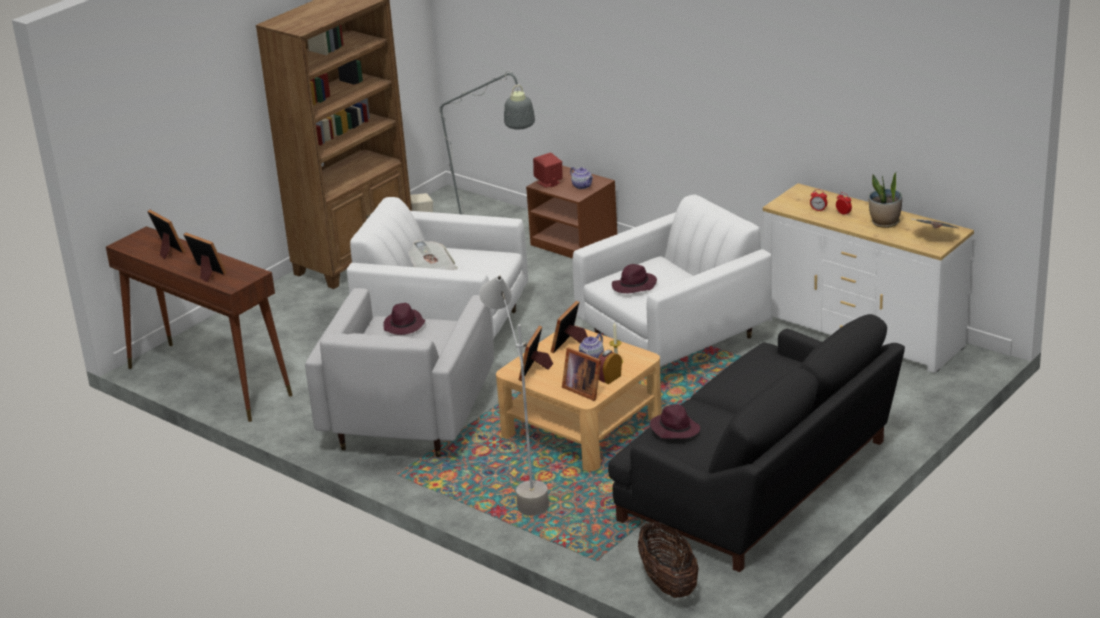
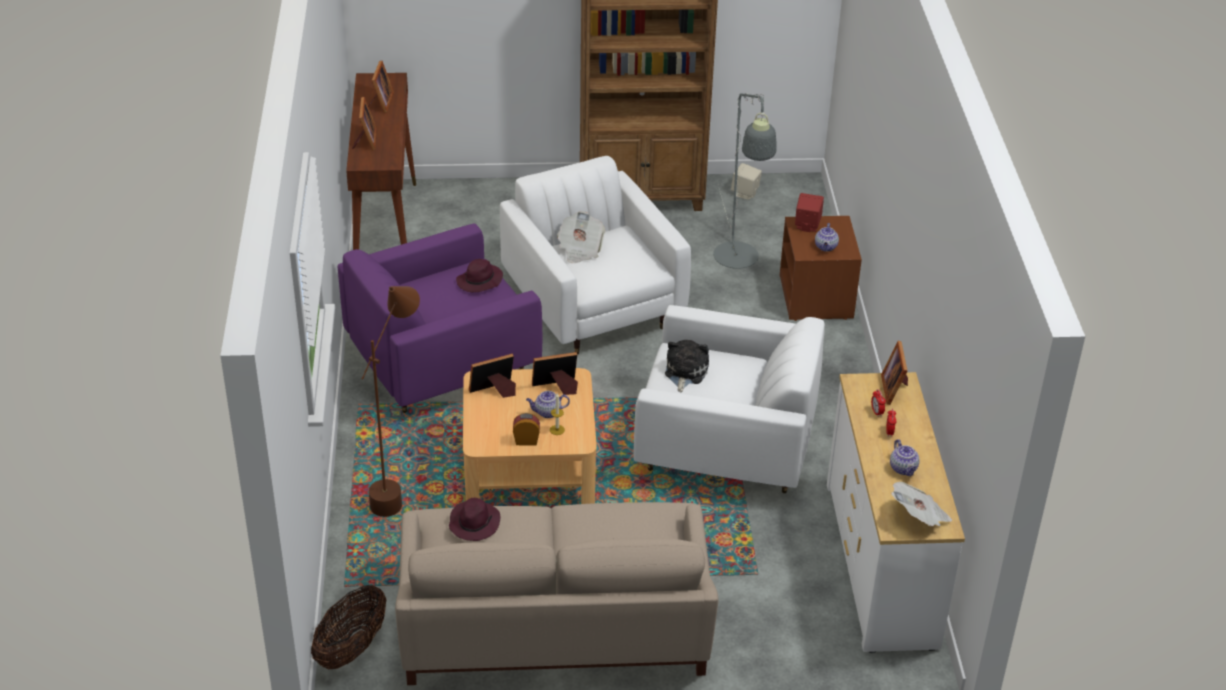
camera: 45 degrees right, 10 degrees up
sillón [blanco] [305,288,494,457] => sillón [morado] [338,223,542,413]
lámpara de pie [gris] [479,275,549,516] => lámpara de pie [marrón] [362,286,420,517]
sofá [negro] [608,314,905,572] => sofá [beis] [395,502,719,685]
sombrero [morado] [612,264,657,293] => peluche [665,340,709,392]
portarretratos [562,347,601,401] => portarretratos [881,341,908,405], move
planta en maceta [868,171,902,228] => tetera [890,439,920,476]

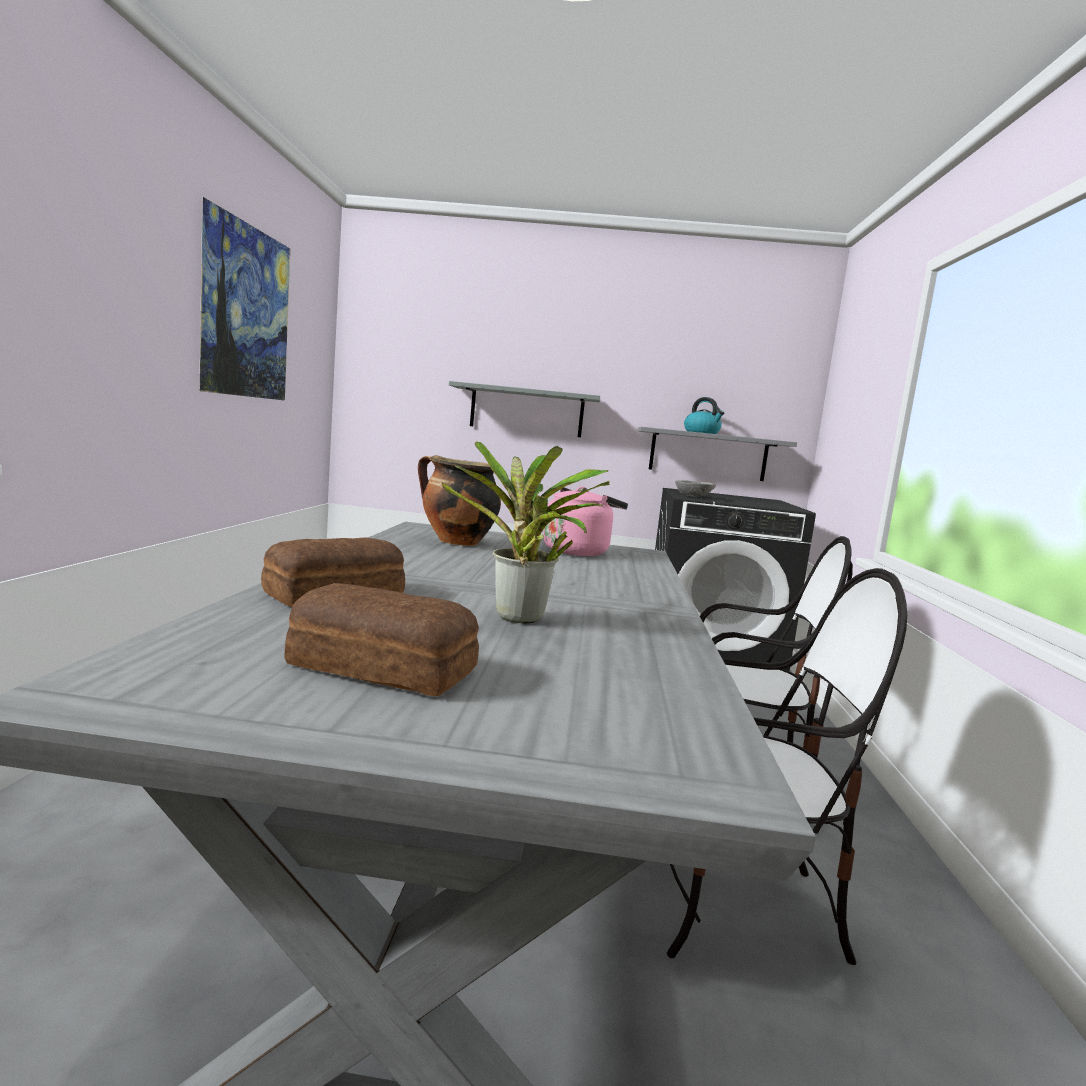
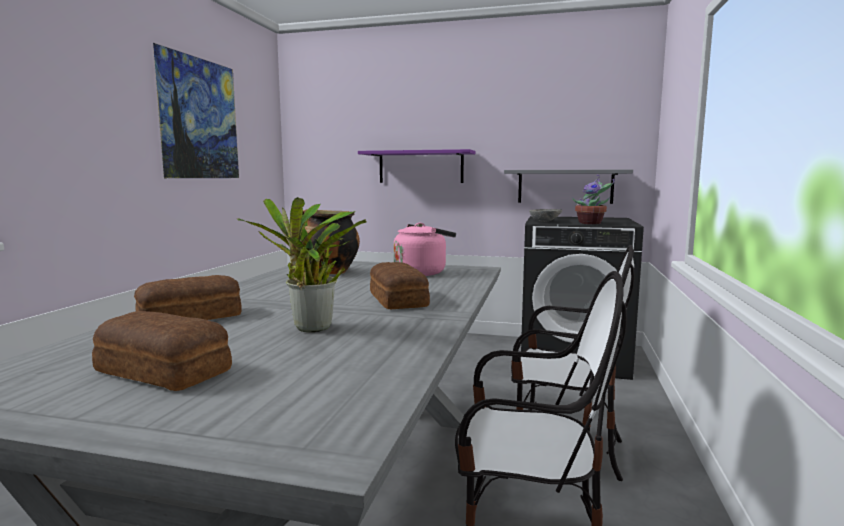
camera: 10 degrees right, 0 degrees up
estante [gris] [449,381,600,437] => estante [morado] [358,149,475,183]
nothing => pan [370,262,430,309]
nothing => planta en maceta [572,175,614,225]
hervidor [684,397,724,434] => nothing

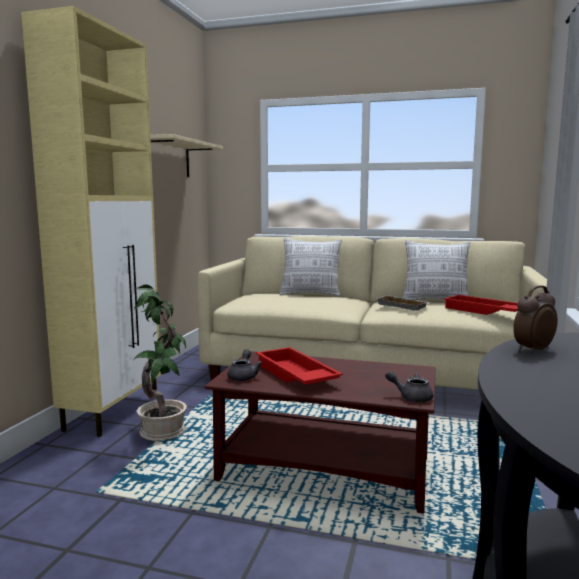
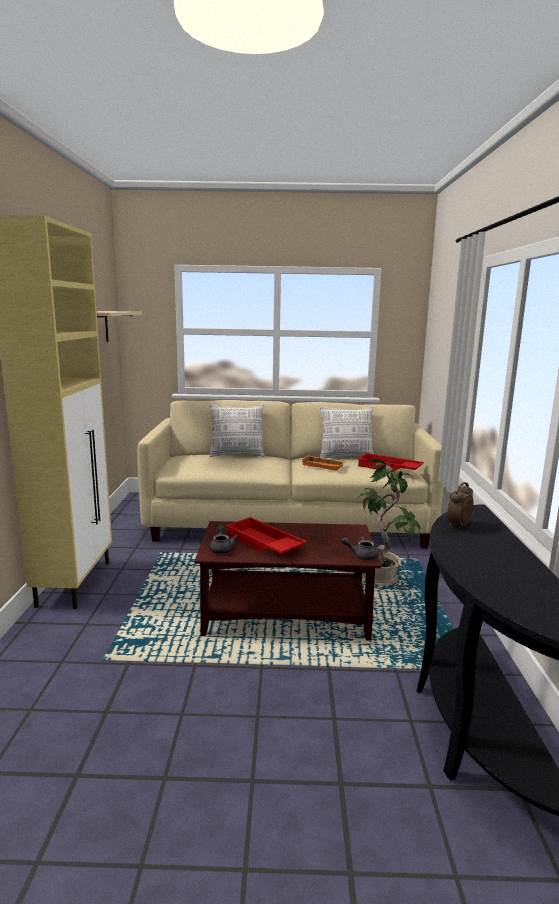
camera: 15 degrees left, 5 degrees up
bandeja [gris] [375,295,429,311] => bandeja [naranja] [301,455,345,471]
planta en maceta [133,285,187,441] => planta en maceta [358,459,420,585], move

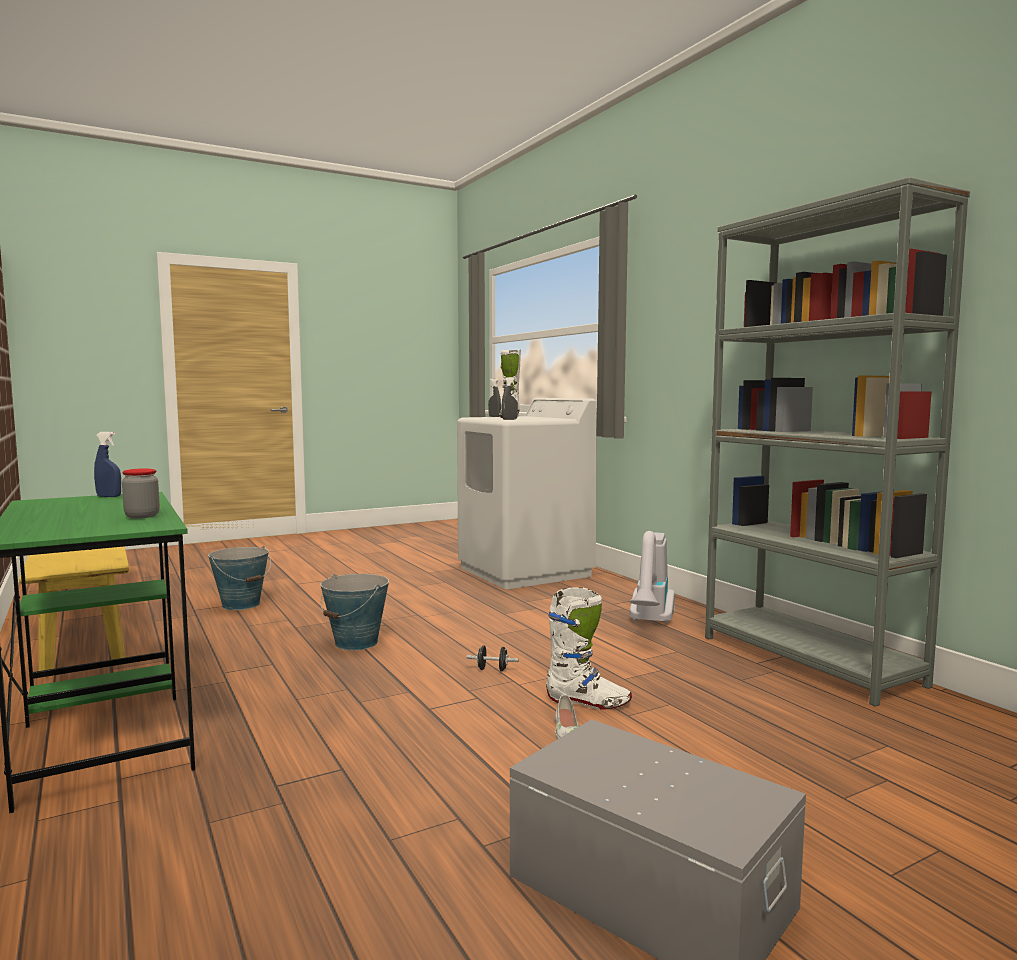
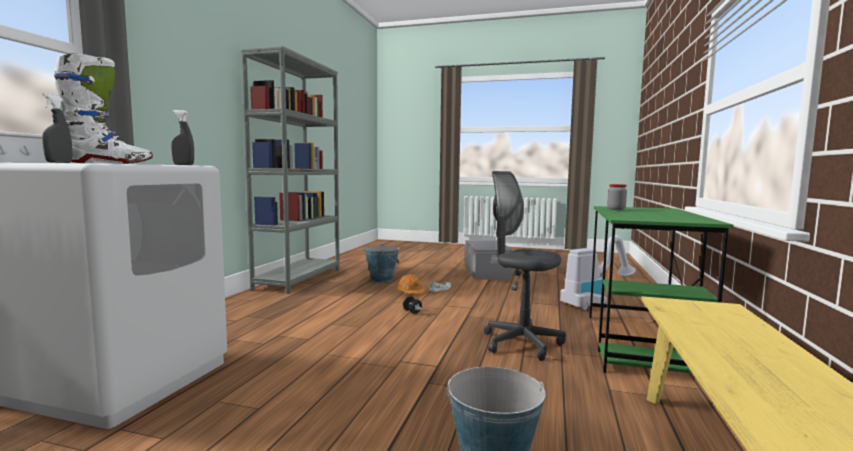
camera: 135 degrees left, 0 degrees up
cubo [320,574,389,650] => cubo [365,244,399,283], move
bota [blanco] [546,587,632,710] => casco [naranja] [397,274,425,294]
nothing => silla de oficina [gris] [484,171,566,361]
aspiradora [630,531,675,624] => aspiradora [560,235,636,310], move
pulverizador [azul] [94,432,121,497] => nothing

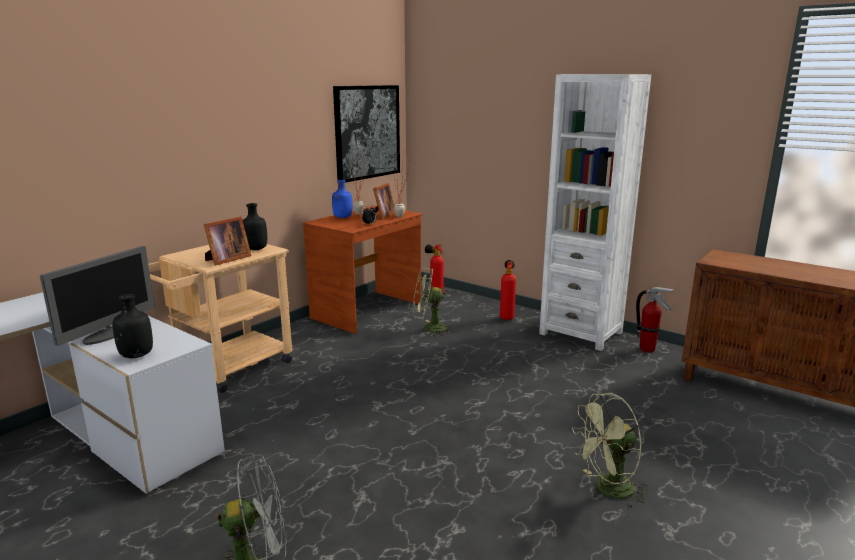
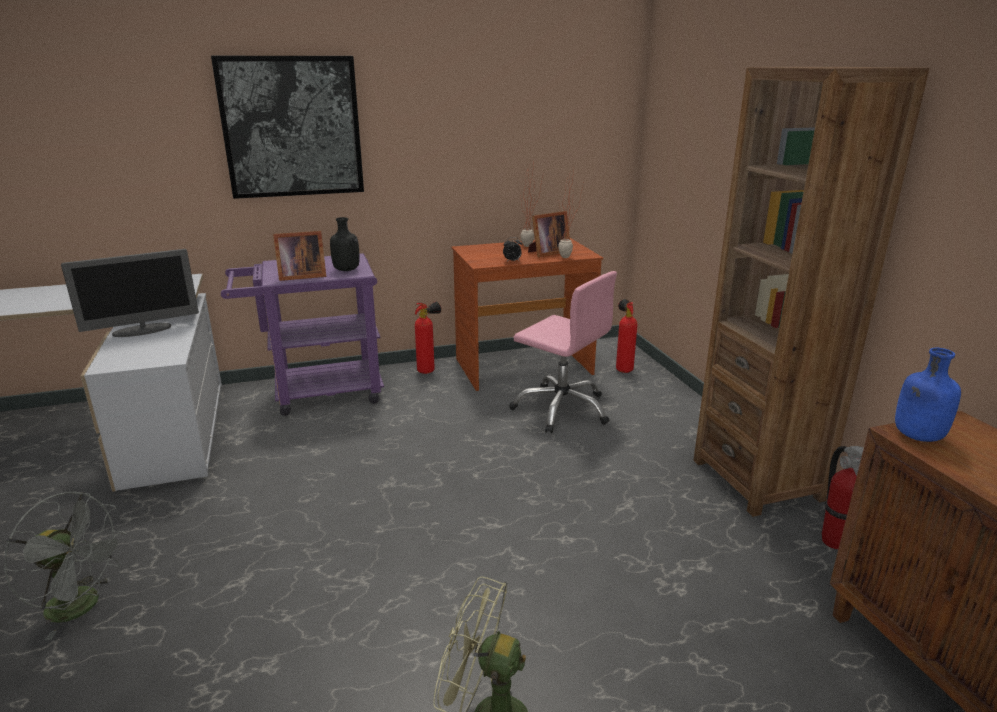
camera: 35 degrees right, 5 degrees up
cuadro [333,85,400,183] => cuadro [211,56,364,199], move
carrito [beis] [148,244,293,393] => carrito [morado] [221,253,384,416]
extintor [500,260,516,320] => extintor [415,302,441,374], move
ventilador [verde] [413,268,454,336] => silla de oficina [rosa] [509,271,617,433]
estantería [blanco] [539,74,651,351] => estantería [marrón] [693,67,929,517]
botella [azul] [332,180,352,218] => botella [azul] [895,348,961,442], move
botella [negro] [112,294,153,358] => nothing

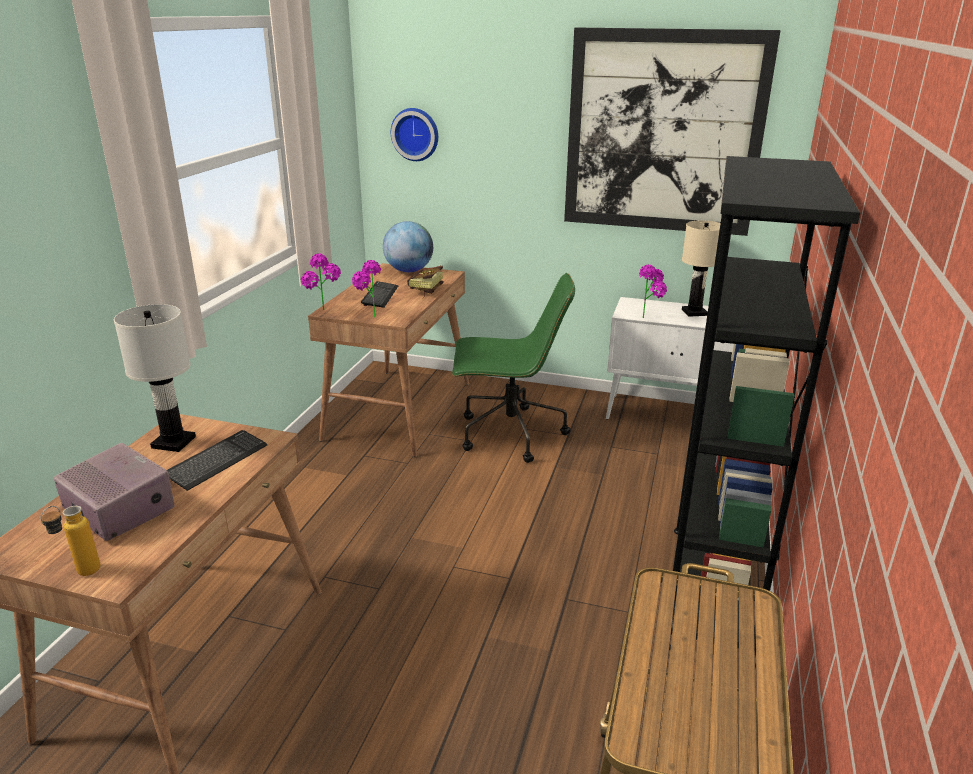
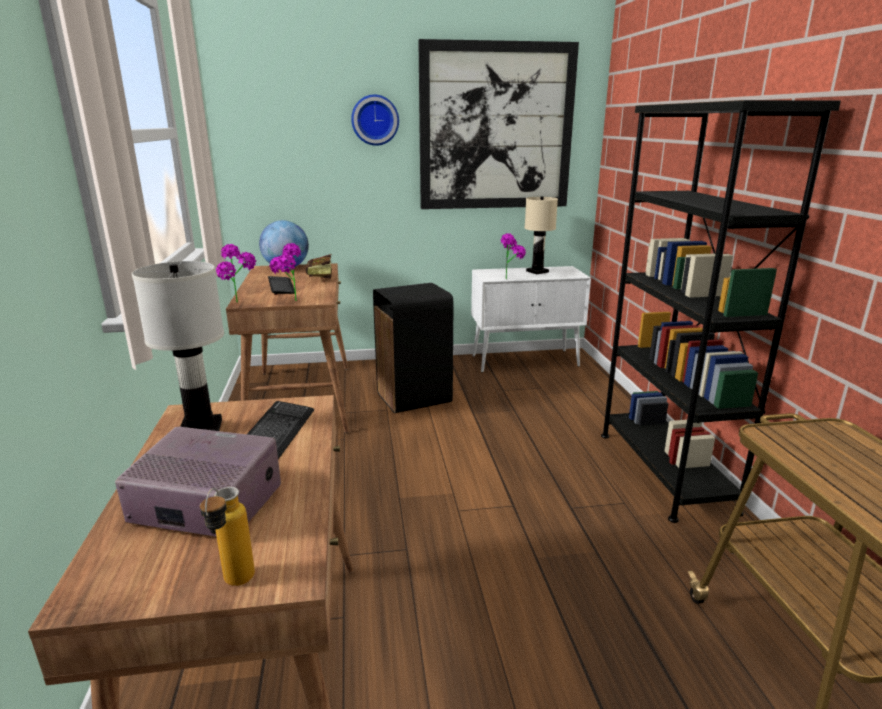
camera: 25 degrees left, 5 degrees down
reloj de pared [391,108,438,161] => reloj de pared [351,95,399,146], move
silla de oficina [verde] [452,273,575,463] => papelera [negro] [373,283,453,413]

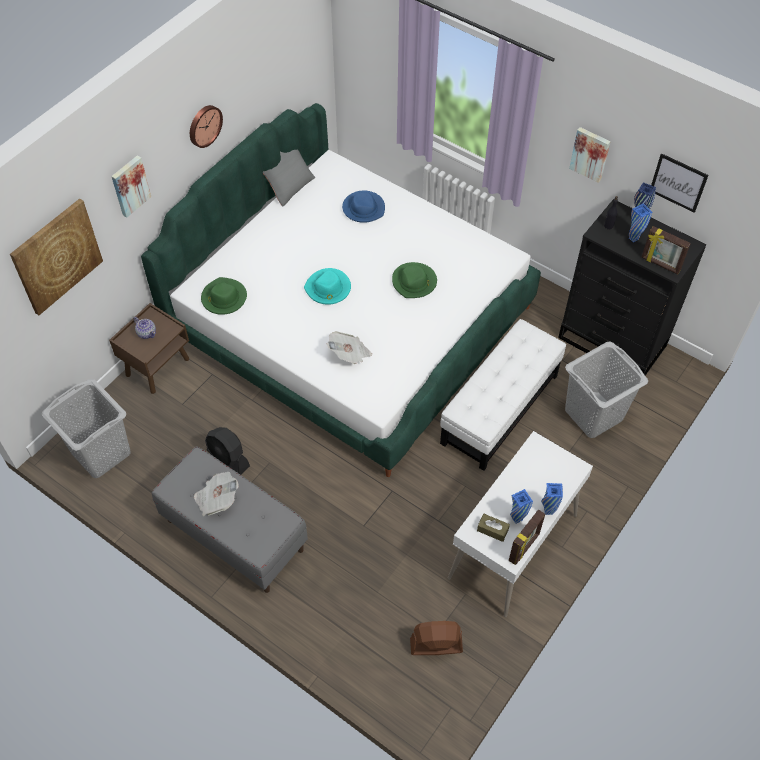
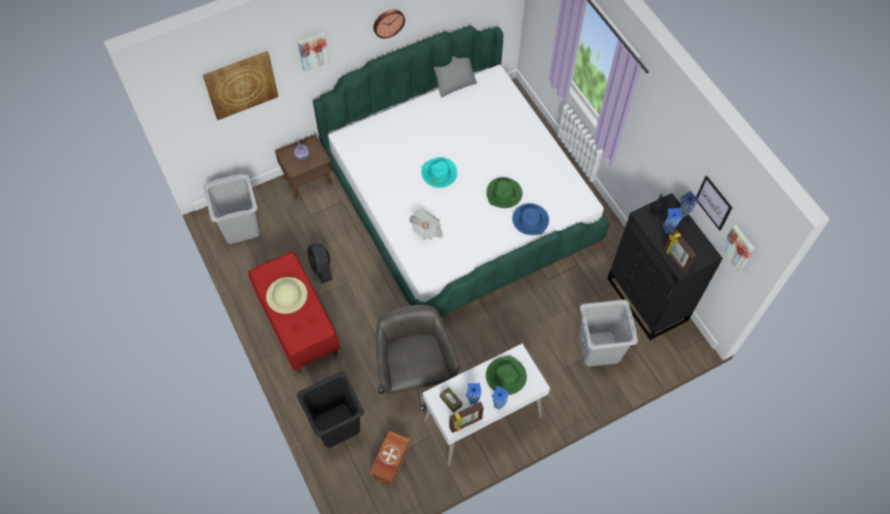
camera: 25 degrees right, 5 degrees up
banco [gris] [152,446,308,593] => banco [rojo] [248,252,340,373]
periódico [194,472,239,516] => sombrero [beis] [266,277,307,314]
nothing => cesto de la ropa [negro] [297,372,364,448]
ventilador [marrón] [410,621,463,655] => caja de almacenaje [marrón] [370,431,410,487]
nothing => silla de oficina [gris] [376,305,459,411]
sombrero [verde] [201,277,247,315] => sombrero [verde] [486,356,527,395], move
sombrero [azul] [342,191,385,223] => sombrero [azul] [512,203,549,235], move
cuadro [569,127,611,183] => cuadro [720,225,755,272], move
puf [blanco] [440,319,566,471] => nothing

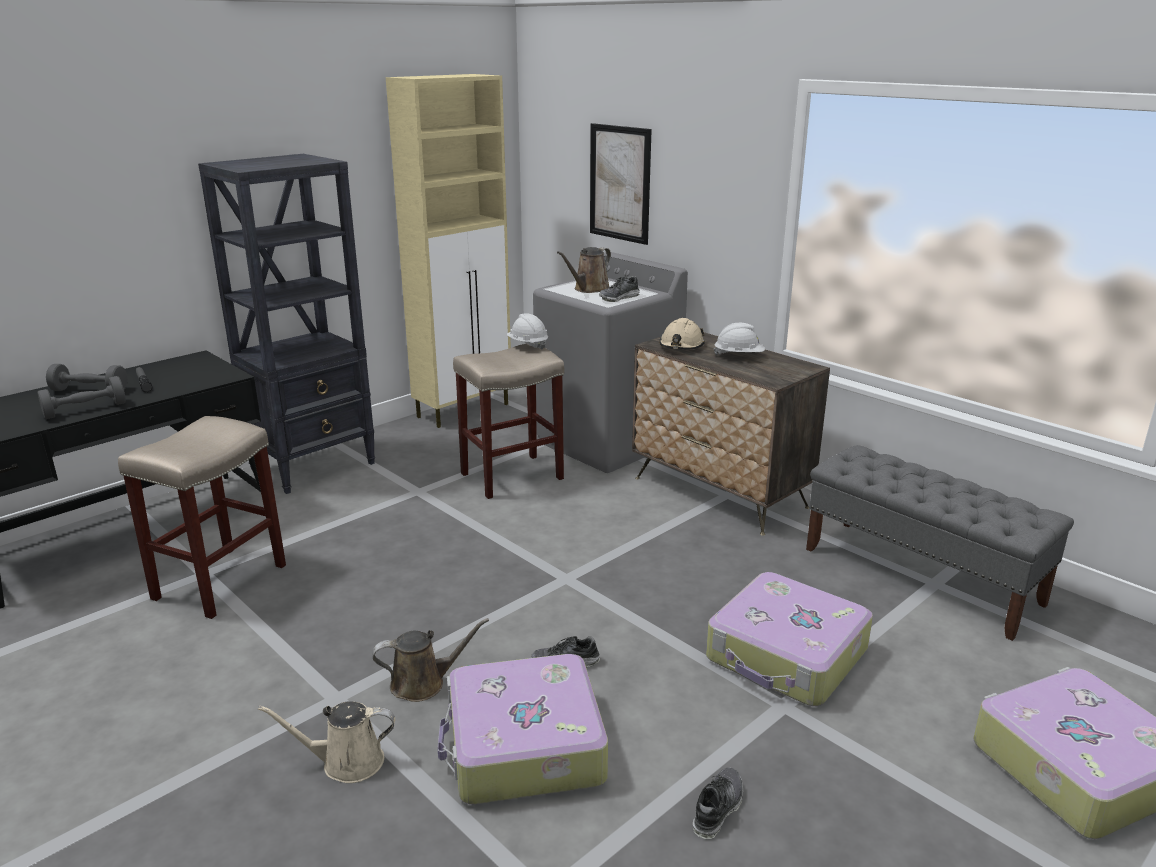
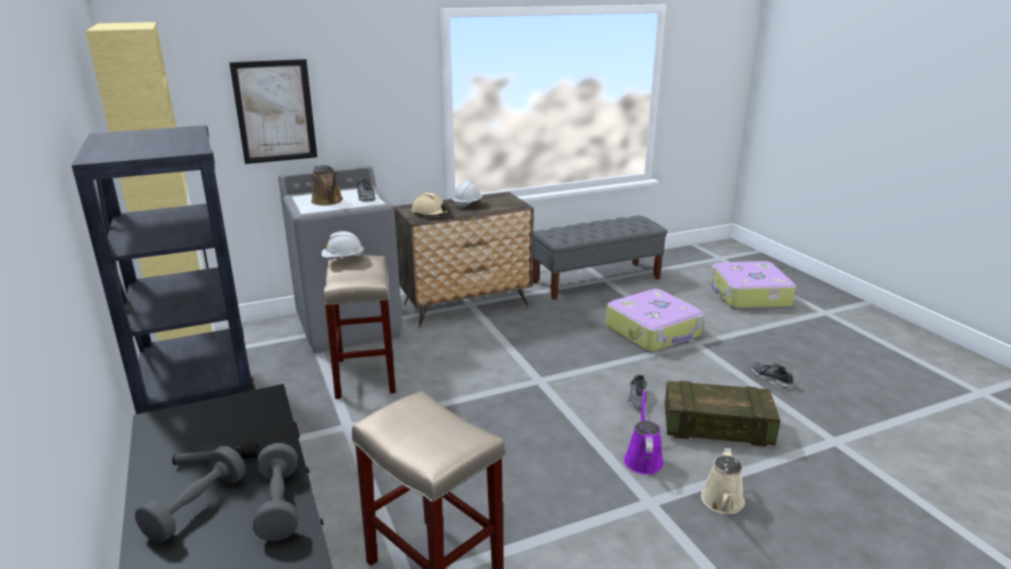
camera: 70 degrees left, 0 degrees up
regadera [marrón] [373,618,489,702] => regadera [morado] [624,389,664,475]
maleta [437,654,608,804] => caja de embalaje [665,381,780,447]

